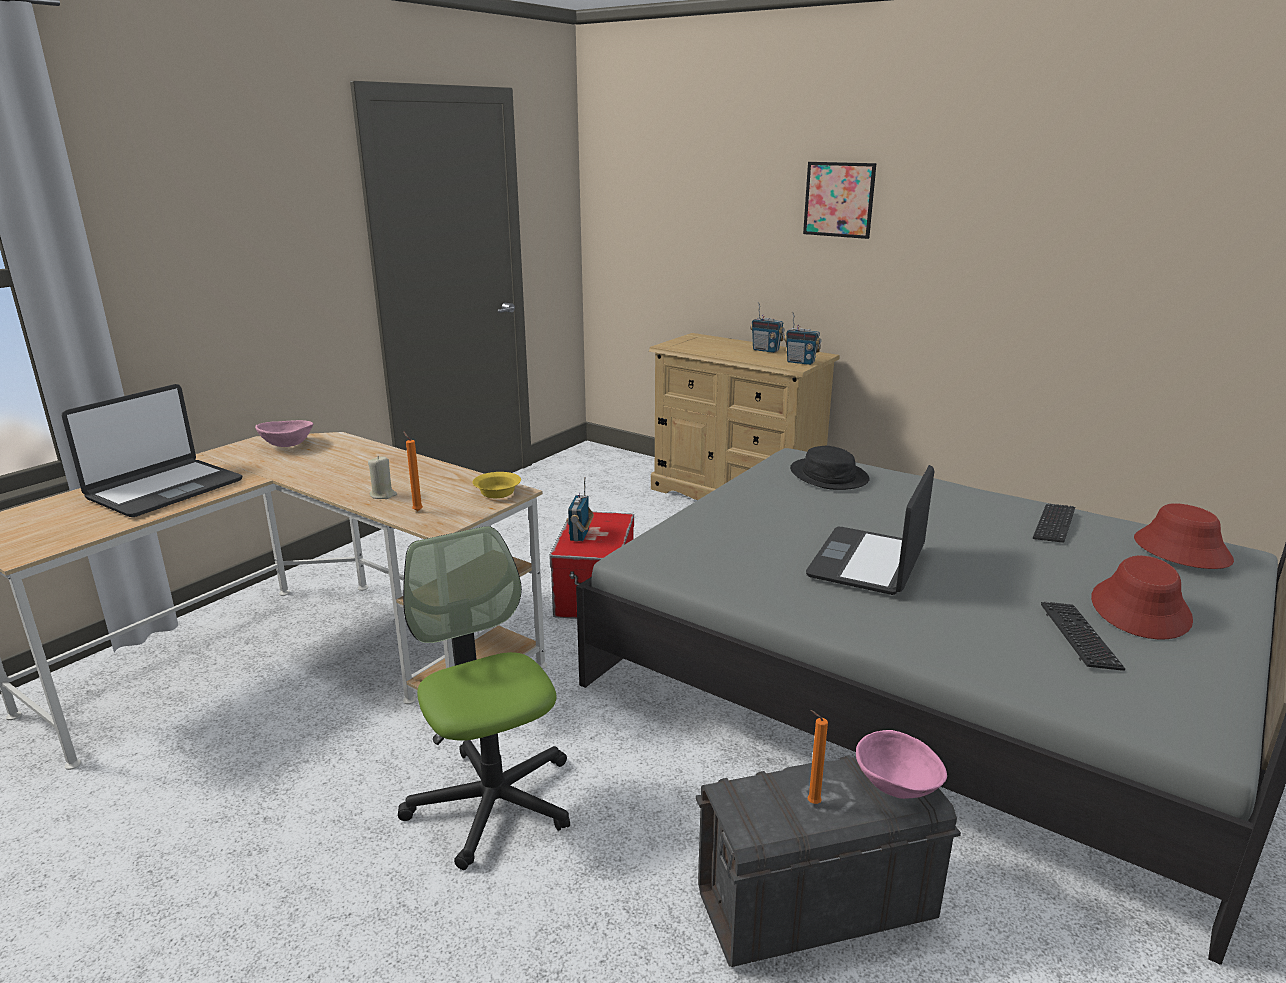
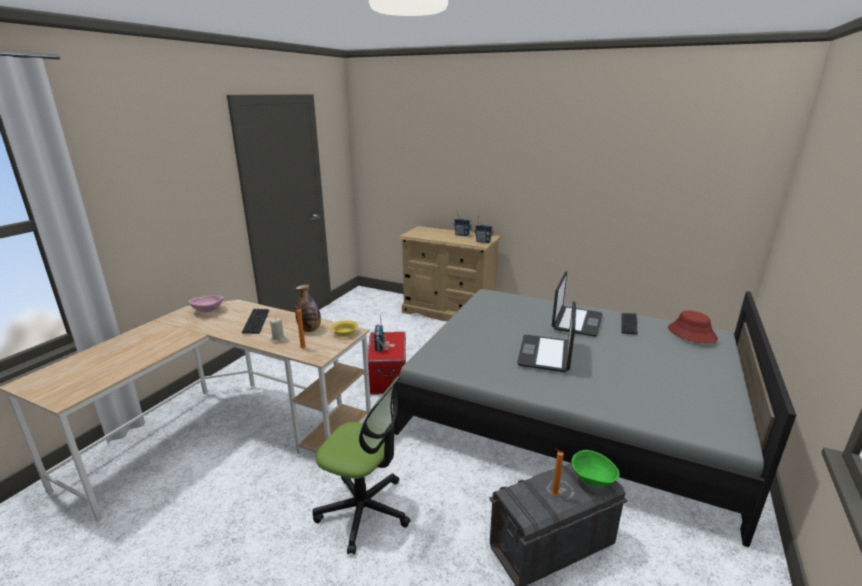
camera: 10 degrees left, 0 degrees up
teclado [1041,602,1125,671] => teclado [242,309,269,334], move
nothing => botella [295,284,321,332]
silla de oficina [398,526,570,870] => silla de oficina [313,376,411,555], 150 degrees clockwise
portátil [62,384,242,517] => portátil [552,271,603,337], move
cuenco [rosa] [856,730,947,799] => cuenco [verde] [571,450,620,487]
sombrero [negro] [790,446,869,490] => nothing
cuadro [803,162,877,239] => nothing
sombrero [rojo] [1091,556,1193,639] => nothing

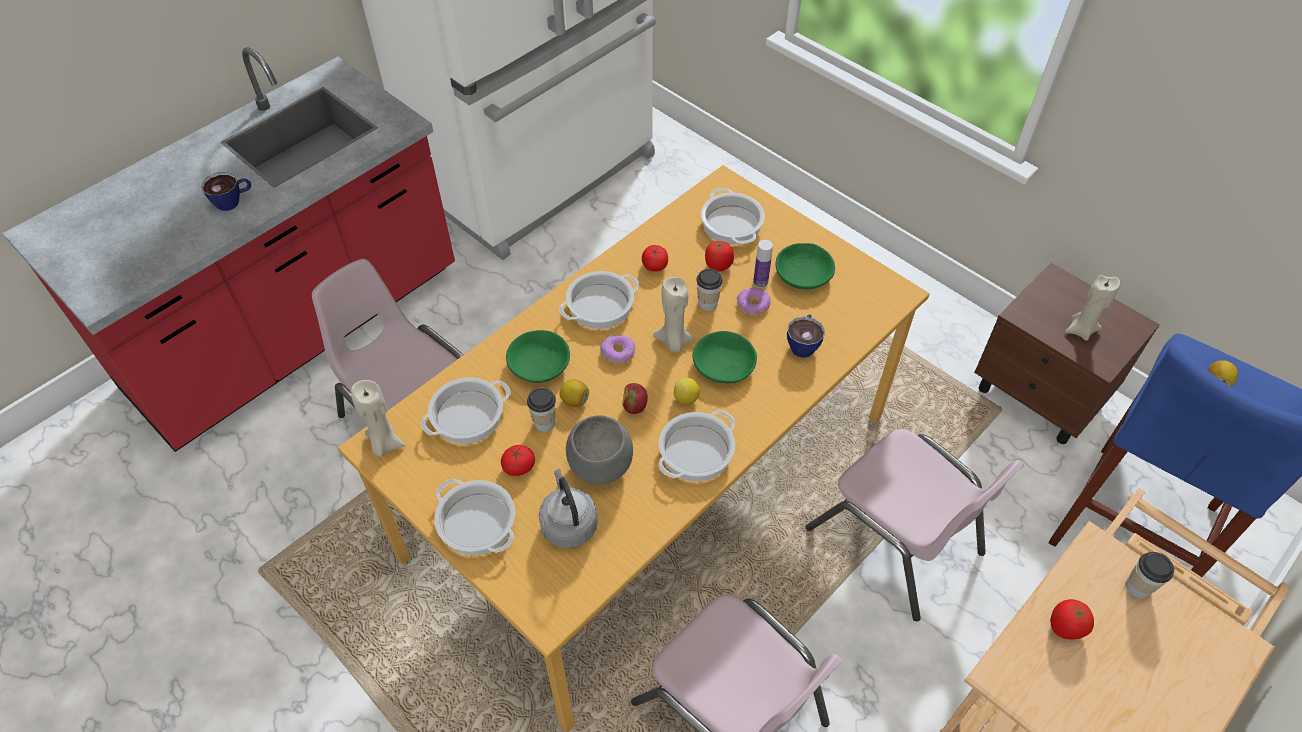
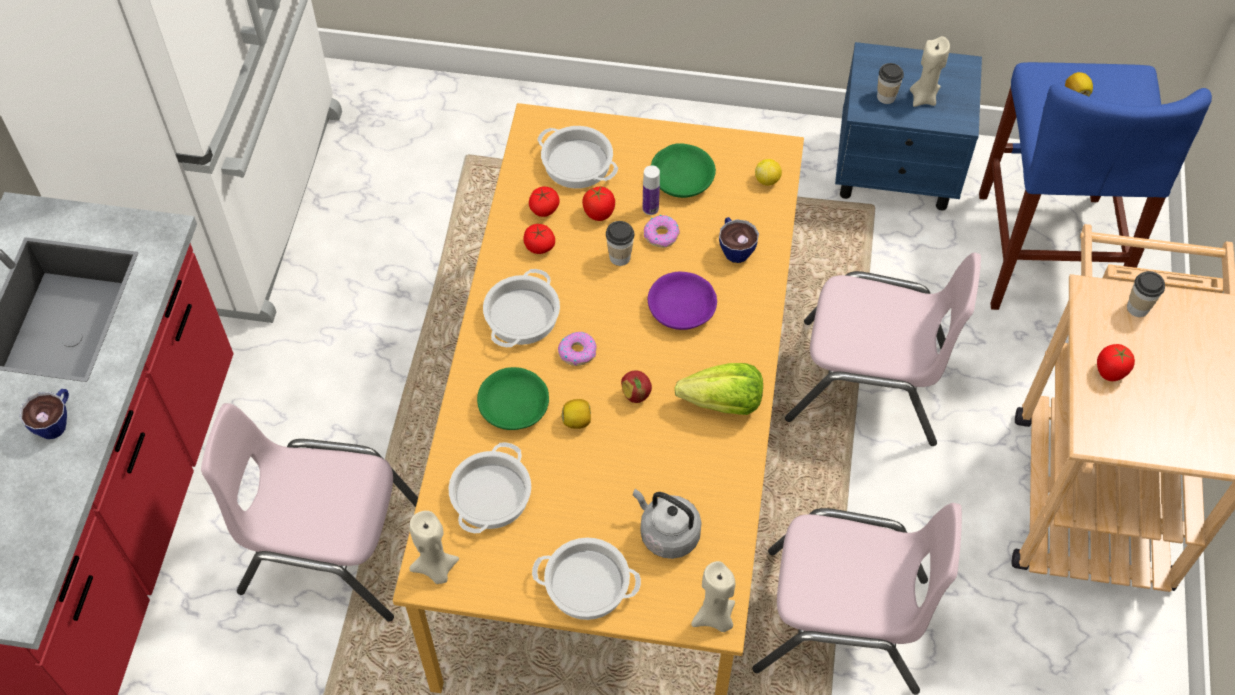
camera: 35 degrees left, 5 degrees up
tomate [501,445,535,476] => tomate [529,187,559,217], move
cuenco [verde] [693,331,757,383] => cuenco [morado] [648,272,717,330]
olla [658,410,736,482] => lechuga [674,363,763,415]
vela [beis] [653,277,694,352] => vela [beis] [691,561,735,632], move
limón [674,378,700,404] => limón [755,159,782,186], move
mesita de noche [marrón] [974,262,1160,444] => mesita de noche [azul] [835,42,982,211]
taza [527,387,556,432] => taza [877,63,904,104], move
cuenco [gris] [566,415,633,484] => nothing

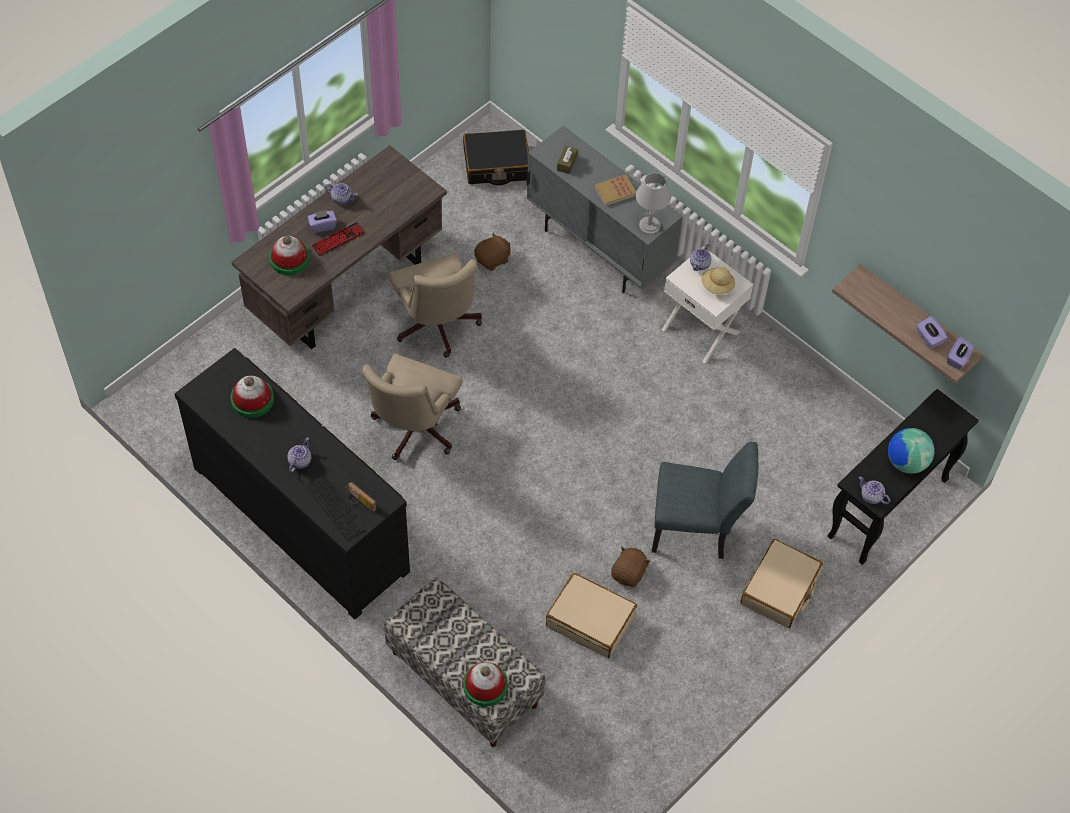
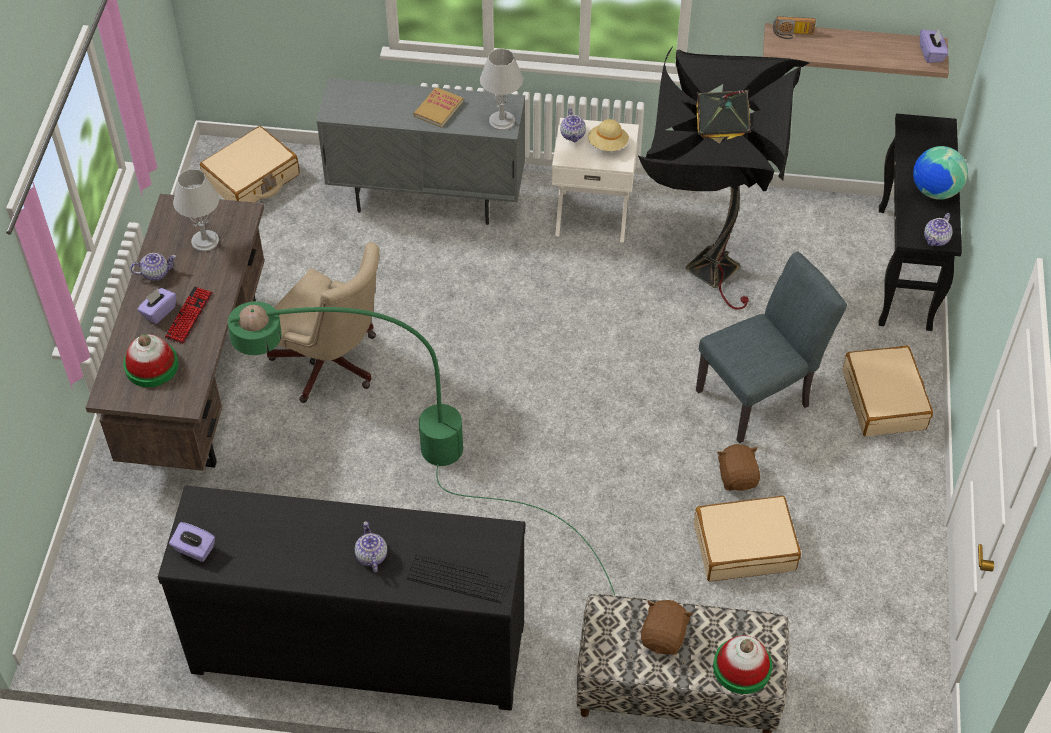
camera: 35 degrees left, 5 degrees down
caja de pañuelos [morado] [916,316,948,349] => caja de pañuelos [morado] [169,522,215,562], move
nothing => lámpara de mesa [gris] [173,169,219,251]
maleta [negro] [463,130,529,185] => maleta [beis] [200,126,300,202]
silla de oficina [beis] [362,353,462,460] => lámpara de pie [verde] [228,301,615,596]
nothing => lámpara de pie [negro] [638,45,809,310]
peluche [marrón] [474,232,510,271] => peluche [marrón] [641,600,693,655], move
radio [345,482,377,512] => radio [773,16,816,39], move
tetera [859,476,890,504] => tetera [924,213,952,246], 60 degrees counterclockwise
sombrero [231,375,274,418] => nothing
caja de pañuelos [marrón] [557,146,578,174] => nothing

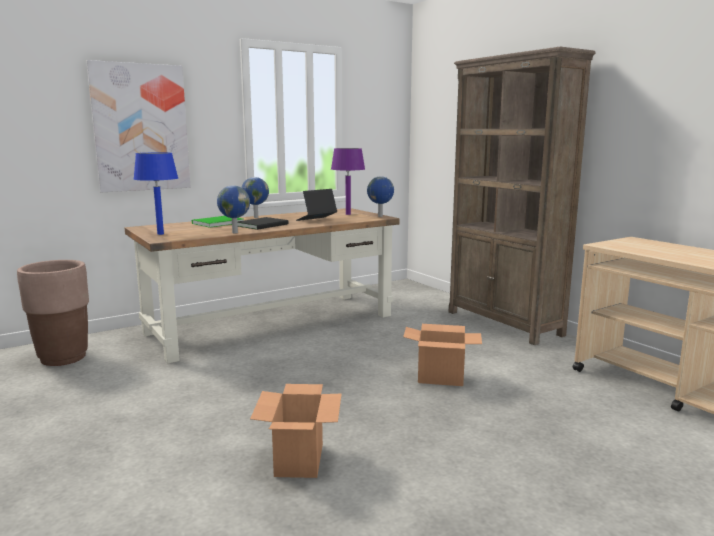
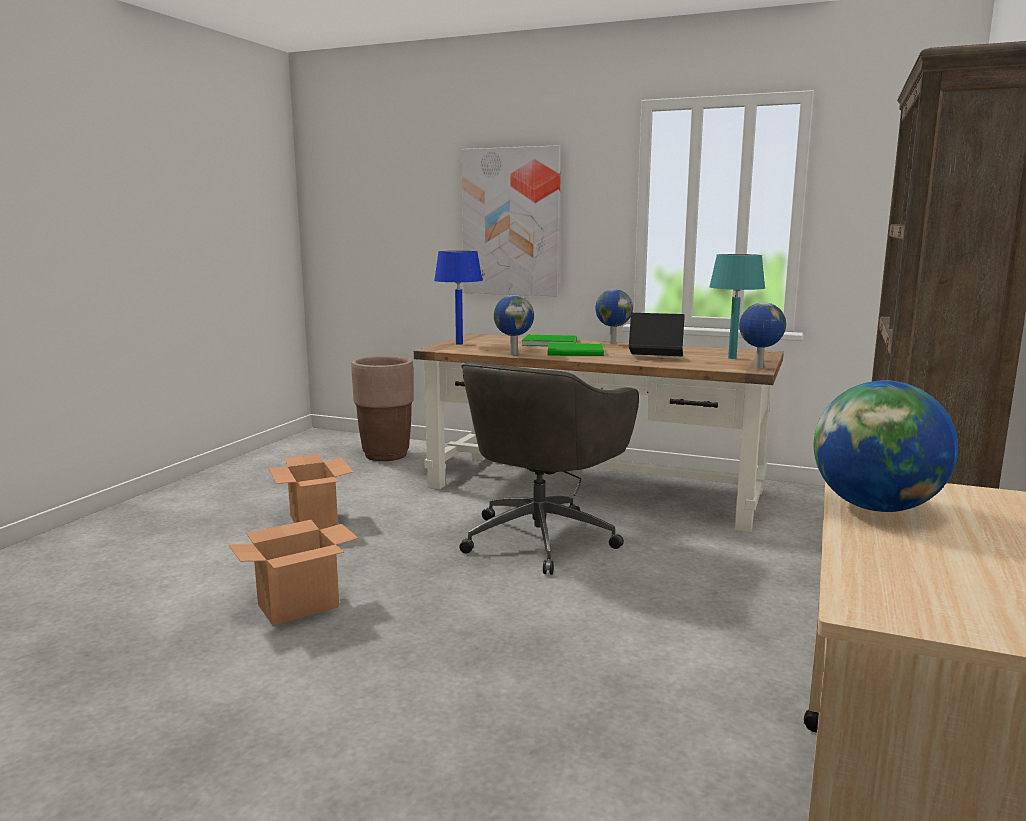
camera: 55 degrees right, 0 degrees up
caja de cartón [403,324,482,386] => caja de cartón [268,454,353,530], move
nothing => silla de oficina [gris] [459,362,639,575]
libro [negro] [237,217,289,230] => libro [verde] [548,343,604,356]
lámpara de mesa [morado] [331,148,365,215] => lámpara de mesa [turquesa] [709,254,765,359]
nothing => globo terráqueo [814,380,958,512]

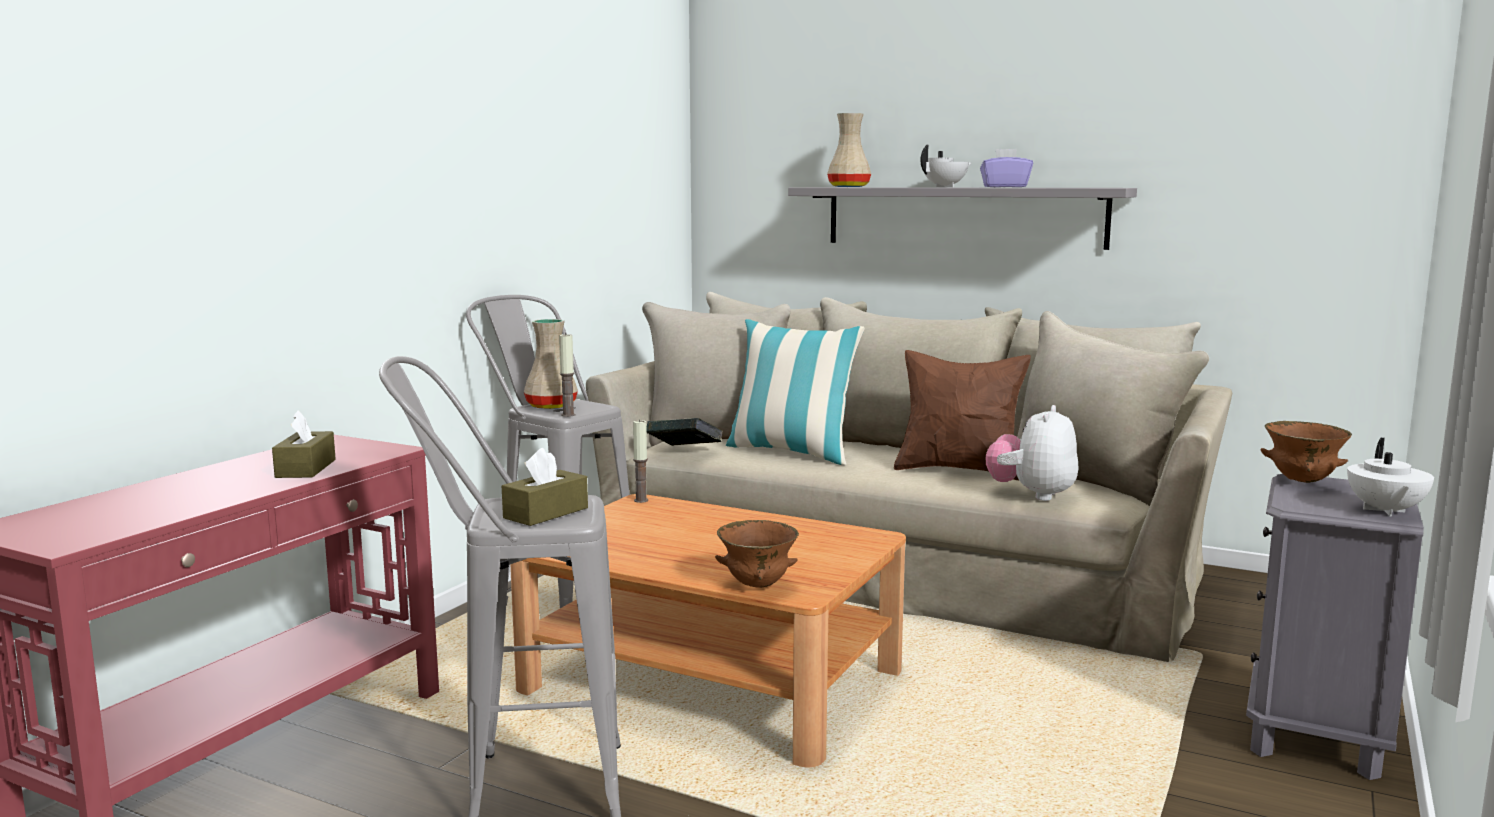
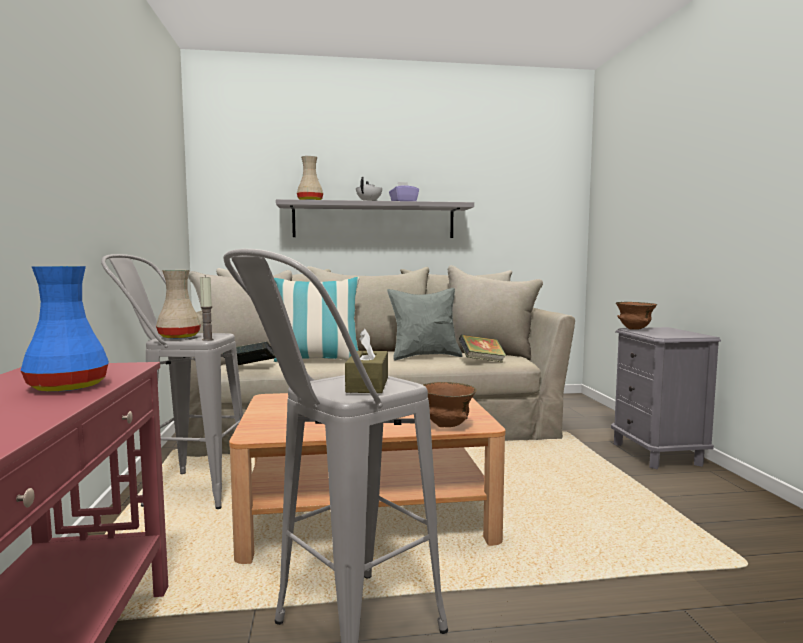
camera: 35 degrees left, 5 degrees down
caja de pañuelos [marrón] [272,410,336,478] => florero [azul] [21,266,109,392]
cojín [marrón] [894,350,1031,480] => cojín [gris] [387,288,463,360]
peluche [986,405,1078,501] => libro [459,334,506,363]
vela [633,419,648,503] => nothing
tetera [blanco] [1347,438,1434,517] => nothing

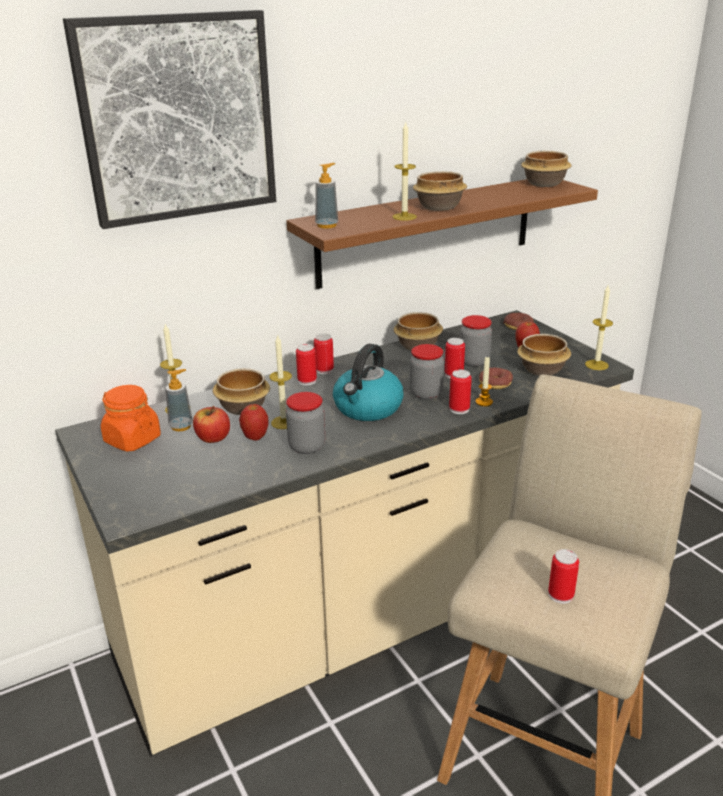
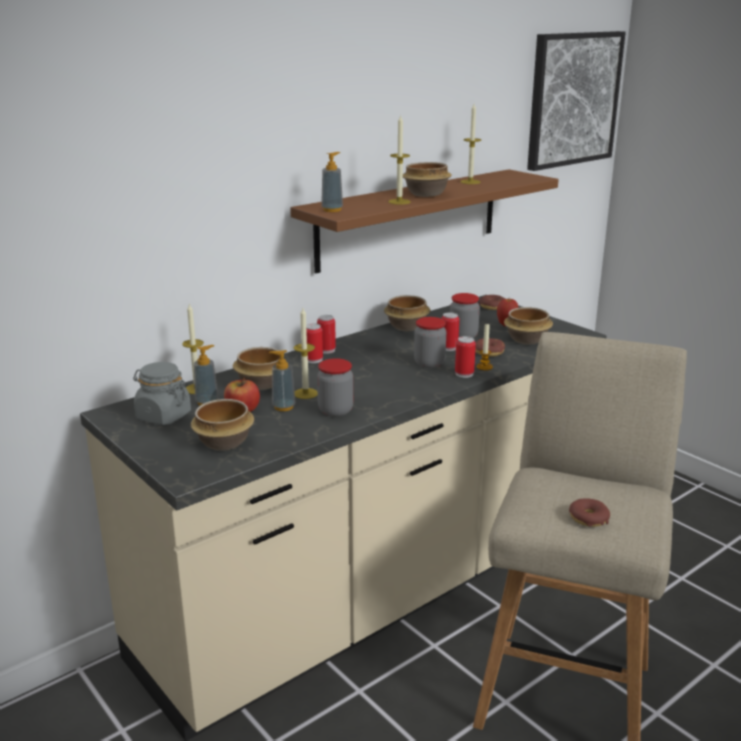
camera: 10 degrees left, 5 degrees down
tarro [naranja] [101,385,161,452] => tarro [gris] [133,362,191,425]
cuenco [521,151,571,187] => cuenco [191,399,254,451], move
manzana [239,404,268,441] => dispensador de jabón [269,350,296,411]
vela [585,285,613,370] => vela [460,104,481,184], move
cuadro [63,10,276,229] => cuadro [527,31,626,171], move
lata [548,549,579,604] => rosquilla [569,499,610,527]
hervidor [333,344,403,421] => nothing

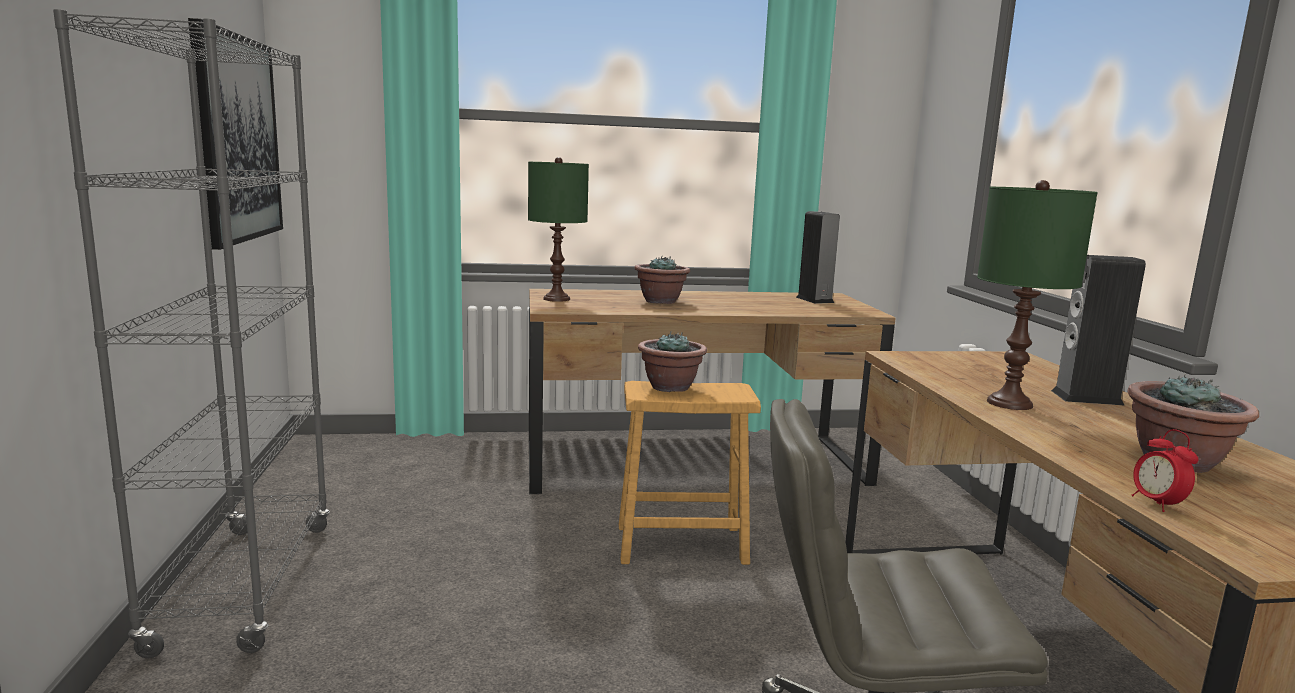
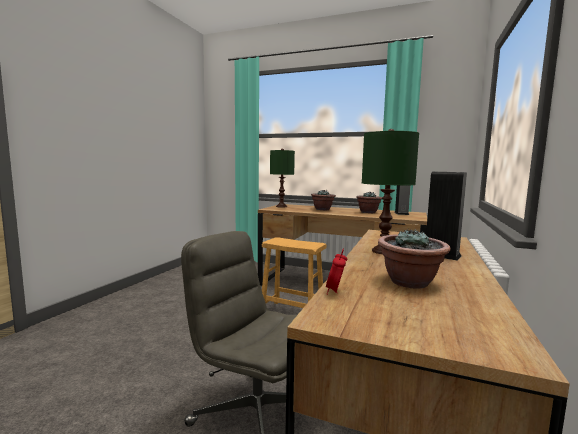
camera: 30 degrees right, 5 degrees down
planta en maceta [638,331,707,392] => planta en maceta [356,192,382,213], move
estantería [gris] [53,9,330,658] => nothing
cuadro [188,18,283,250] => nothing

